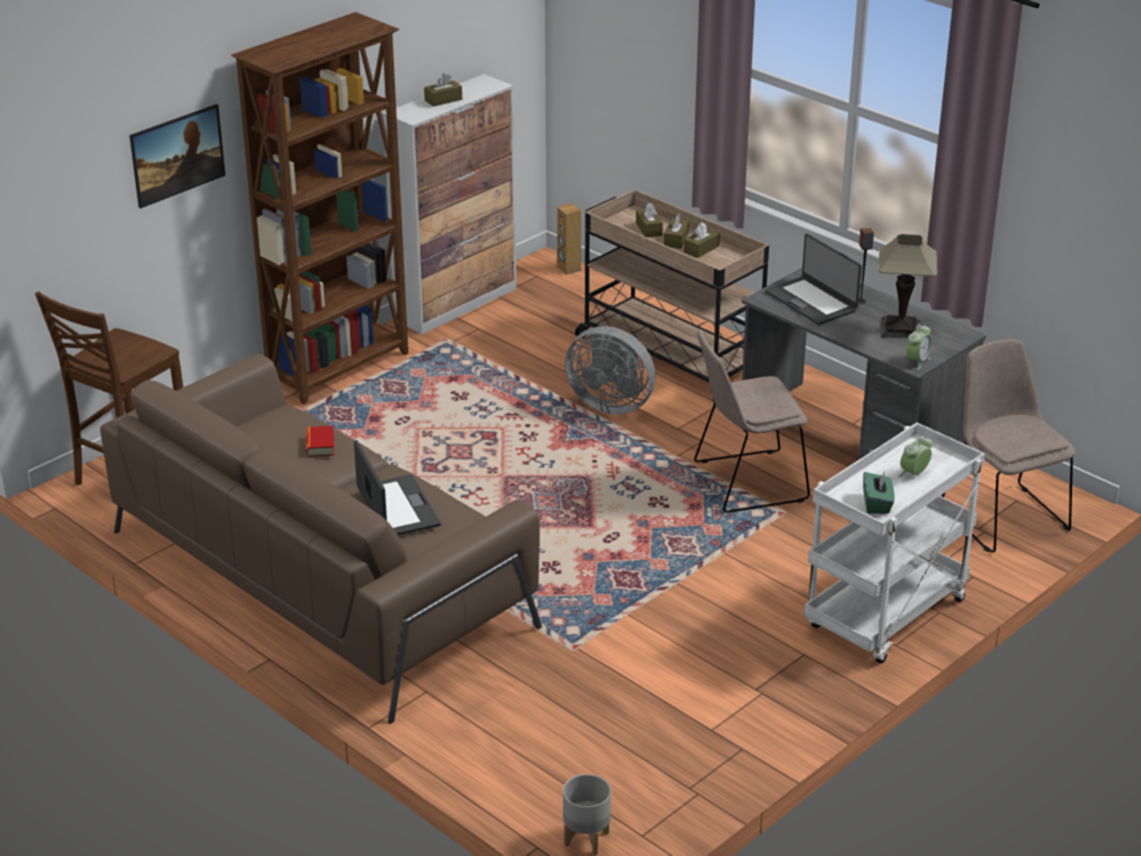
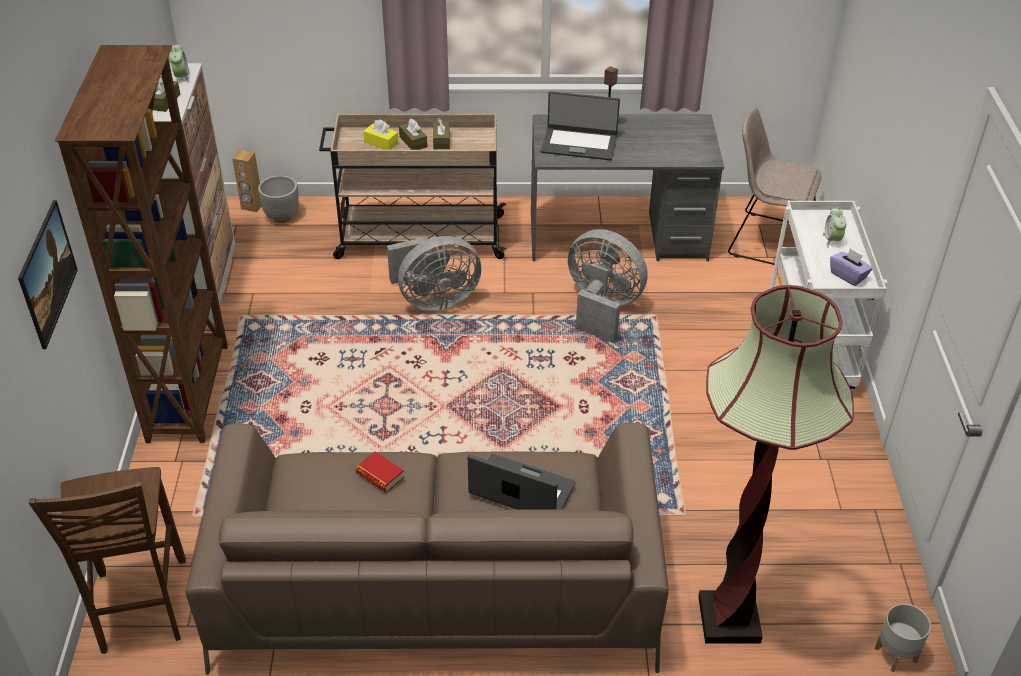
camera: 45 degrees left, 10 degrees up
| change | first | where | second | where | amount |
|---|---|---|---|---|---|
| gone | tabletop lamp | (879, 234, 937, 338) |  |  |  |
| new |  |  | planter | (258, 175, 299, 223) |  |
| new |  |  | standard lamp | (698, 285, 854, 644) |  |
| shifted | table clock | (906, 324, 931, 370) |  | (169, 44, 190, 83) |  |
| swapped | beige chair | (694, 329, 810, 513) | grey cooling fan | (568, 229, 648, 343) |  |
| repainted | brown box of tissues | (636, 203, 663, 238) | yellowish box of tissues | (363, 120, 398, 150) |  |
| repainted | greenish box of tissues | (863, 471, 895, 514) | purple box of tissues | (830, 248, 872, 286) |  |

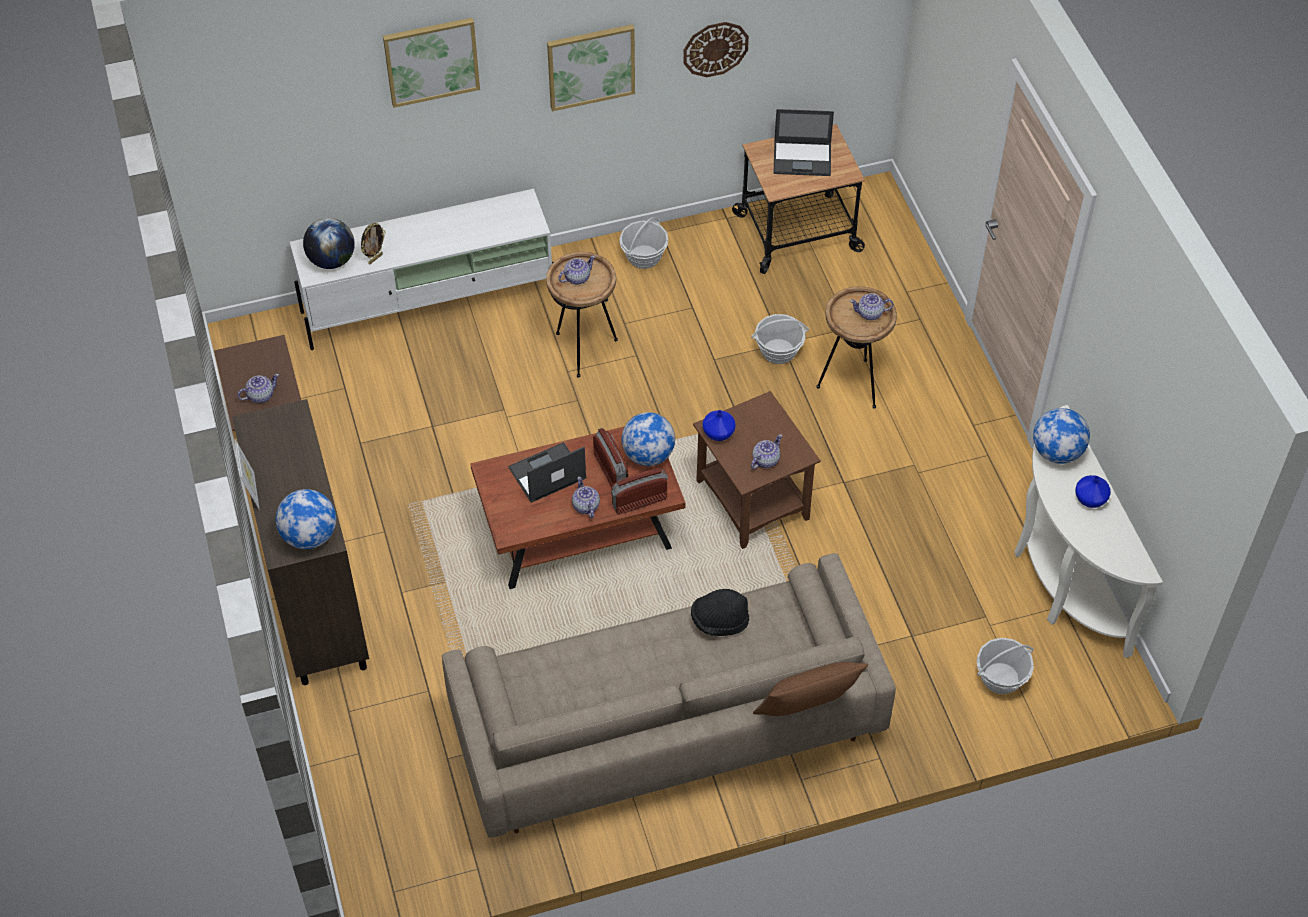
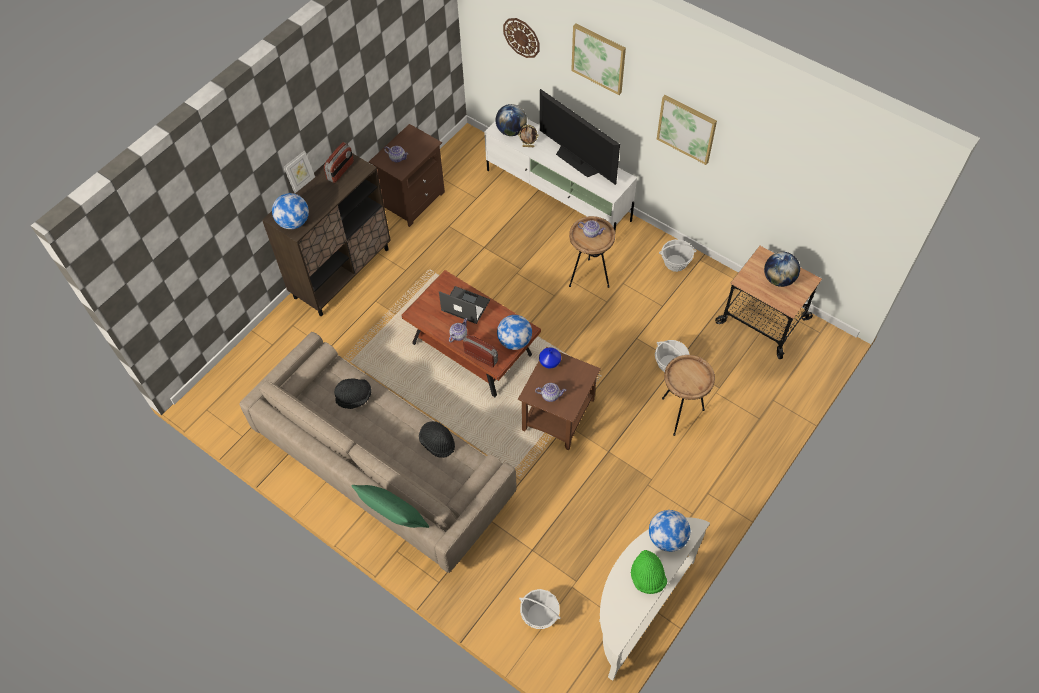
camera: 55 degrees right, 5 degrees up
| change | first | where | second | where | amount |
|---|---|---|---|---|---|
| gone | tea pot | (850, 293, 894, 320) |  |  |  |
| new |  |  | black-coloured clothing hat | (334, 379, 372, 409) |  |
| new |  |  | TV | (540, 89, 620, 185) |  |
| shifted | radio set | (593, 428, 628, 488) |  | (324, 142, 354, 183) |  |
| shifted | clock on the wall | (683, 22, 749, 77) |  | (503, 18, 539, 58) |  |
| swapped | portable computer | (774, 109, 834, 176) | desk globe | (764, 252, 800, 287) |  |
| swapped | bluish decorative vase | (1075, 475, 1111, 508) | greenish clothing hat | (631, 550, 667, 594) |  |
| repainted | brown throw pillow | (753, 662, 868, 716) | greenish throw pillow | (351, 485, 429, 528) |  |

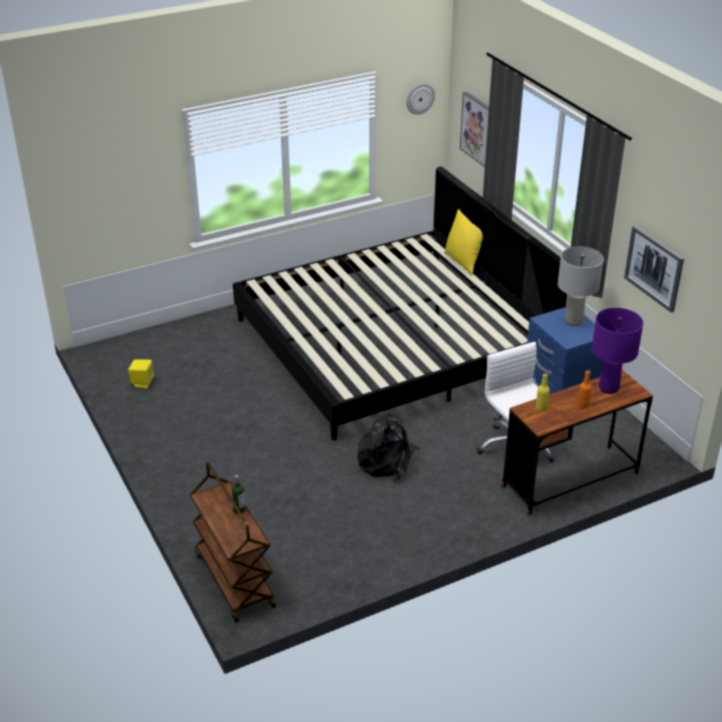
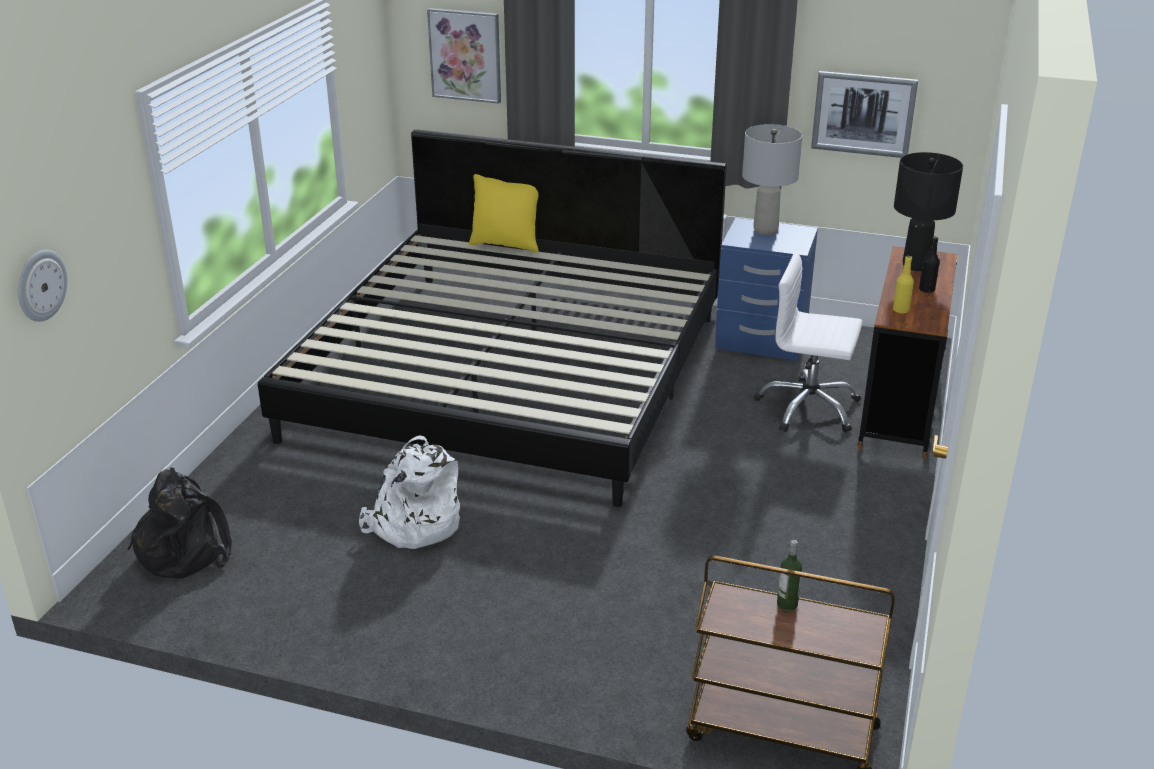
camera: 45 degrees left, 5 degrees down
| change | first | where | second | where | amount |
|---|---|---|---|---|---|
| gone | yellowish loudspeaker | (128, 360, 155, 388) |  |  |  |
| new |  |  | white backpack | (359, 435, 460, 549) |  |
| shifted | black-coloured backpack | (357, 412, 420, 481) |  | (128, 467, 232, 578) |  |
| shifted | clock on the wall | (406, 83, 435, 115) |  | (18, 250, 68, 322) |  |
| repainted | orange-coloured drink bottle | (577, 370, 592, 409) | black-coloured drink bottle | (919, 237, 940, 293) |  |
| repainted | purple tabletop lamp | (592, 308, 643, 394) | black-coloured tabletop lamp | (894, 152, 963, 271) |  |

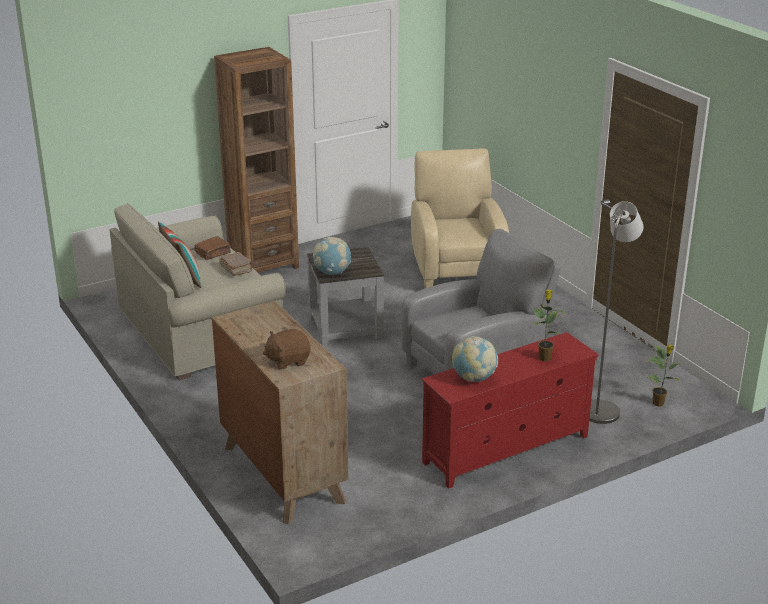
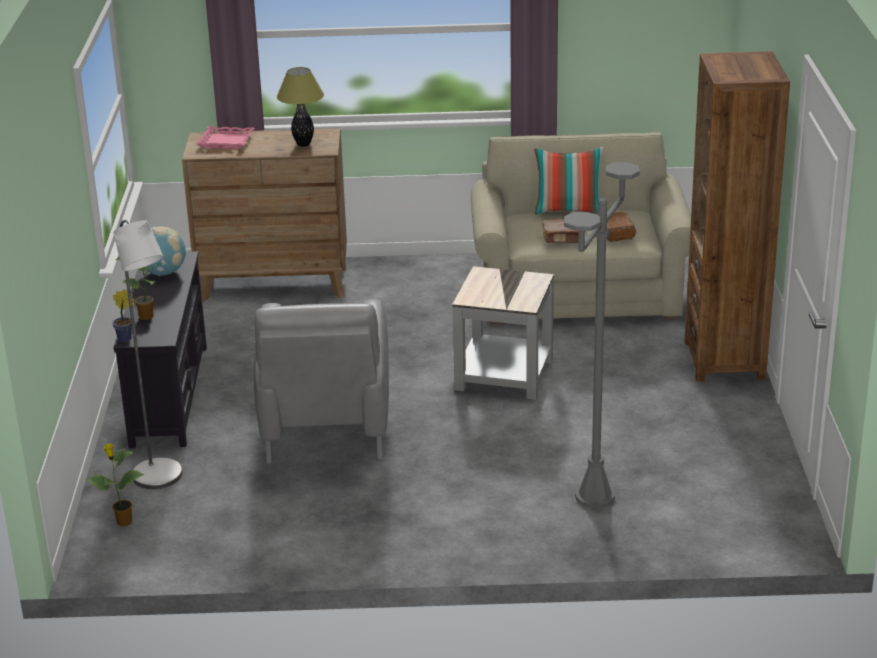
camera: 120 degrees right, 0 degrees up
| change | first | where | second | where | amount |
|---|---|---|---|---|---|
| gone | desk globe | (313, 237, 351, 275) |  |  |  |
| new |  |  | plant in a pot | (112, 289, 135, 342) |  |
| new |  |  | tabletop lamp | (277, 67, 324, 147) |  |
| swapped | brown cuddly toy | (263, 329, 310, 370) | pink tray | (196, 126, 254, 149) |  |
| swapped | beige easy chair | (411, 148, 509, 288) | grey standard lamp | (564, 162, 640, 509) |  |
| repainted | reddish media console | (421, 332, 599, 488) | black-coloured media console | (113, 251, 207, 449) |  |

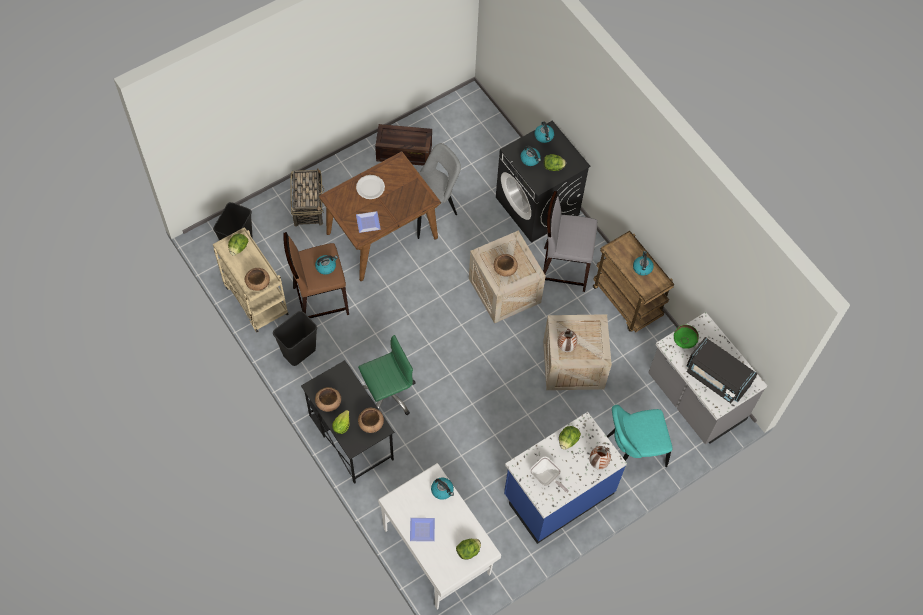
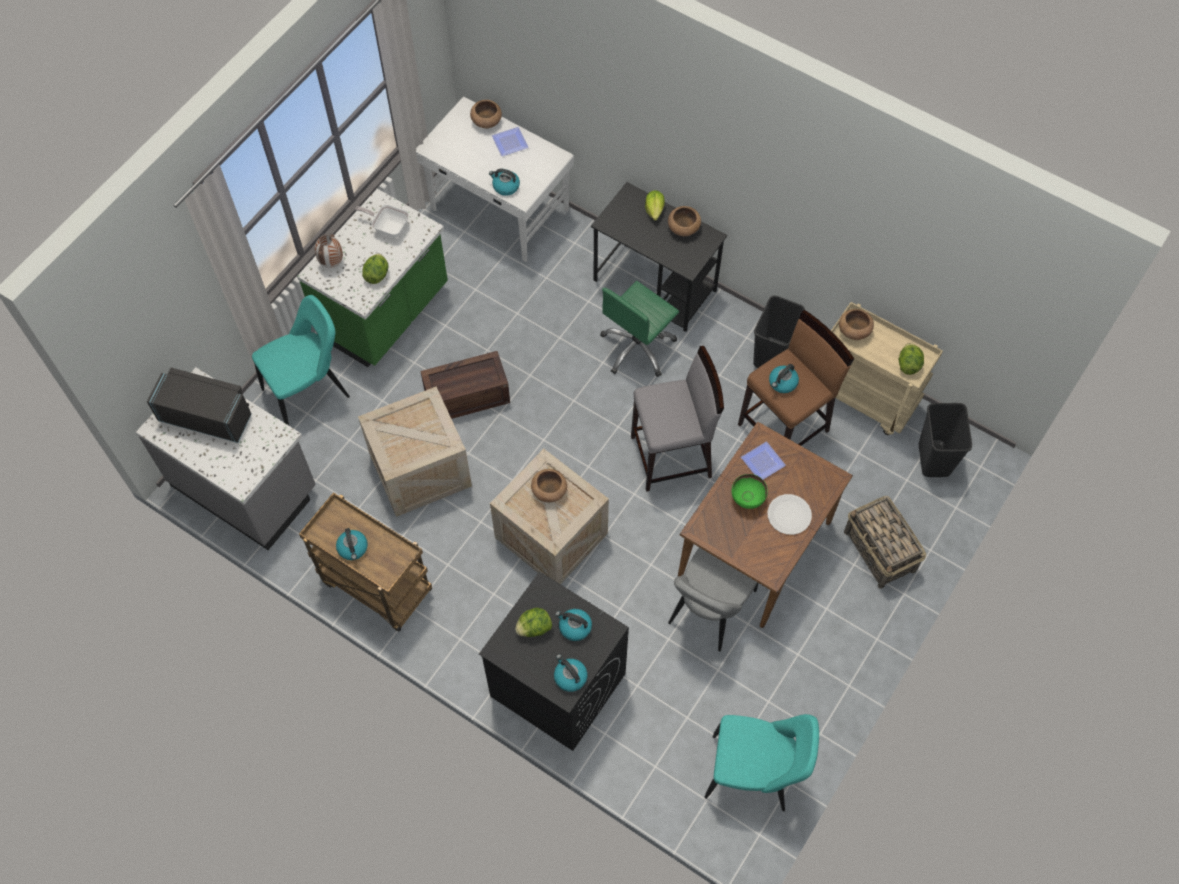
camera: 160 degrees right, 0 degrees up
| change | first | where | second | where | amount |
|---|---|---|---|---|---|
| gone | lettuce | (456, 539, 481, 560) |  |  |  |
| gone | decorative vase | (558, 329, 577, 352) |  |  |  |
| new |  |  | blue-green chair | (705, 714, 819, 811) |  |
| shifted | brown bowl | (358, 408, 384, 433) |  | (470, 100, 502, 128) |  |
| shifted | packing crate | (375, 124, 432, 166) |  | (420, 351, 510, 419) |  |
| shifted | grey stool | (543, 191, 597, 292) |  | (631, 346, 724, 492) |  |
| shifted | greenish bowl | (674, 325, 699, 349) |  | (731, 474, 768, 509) |  |
| repainted | bluish kitchen counter | (504, 412, 627, 544) | greenish kitchen counter | (297, 189, 448, 367) |  |

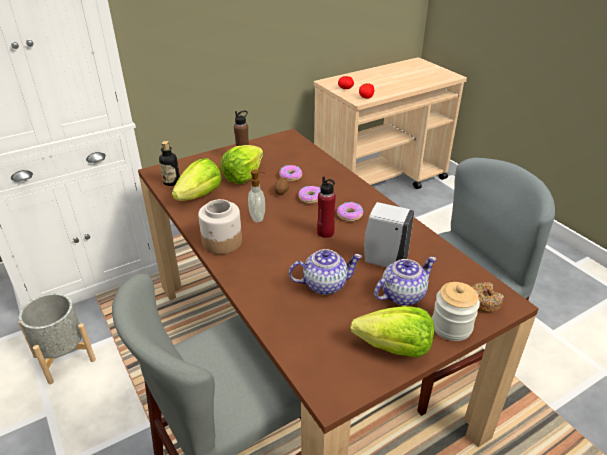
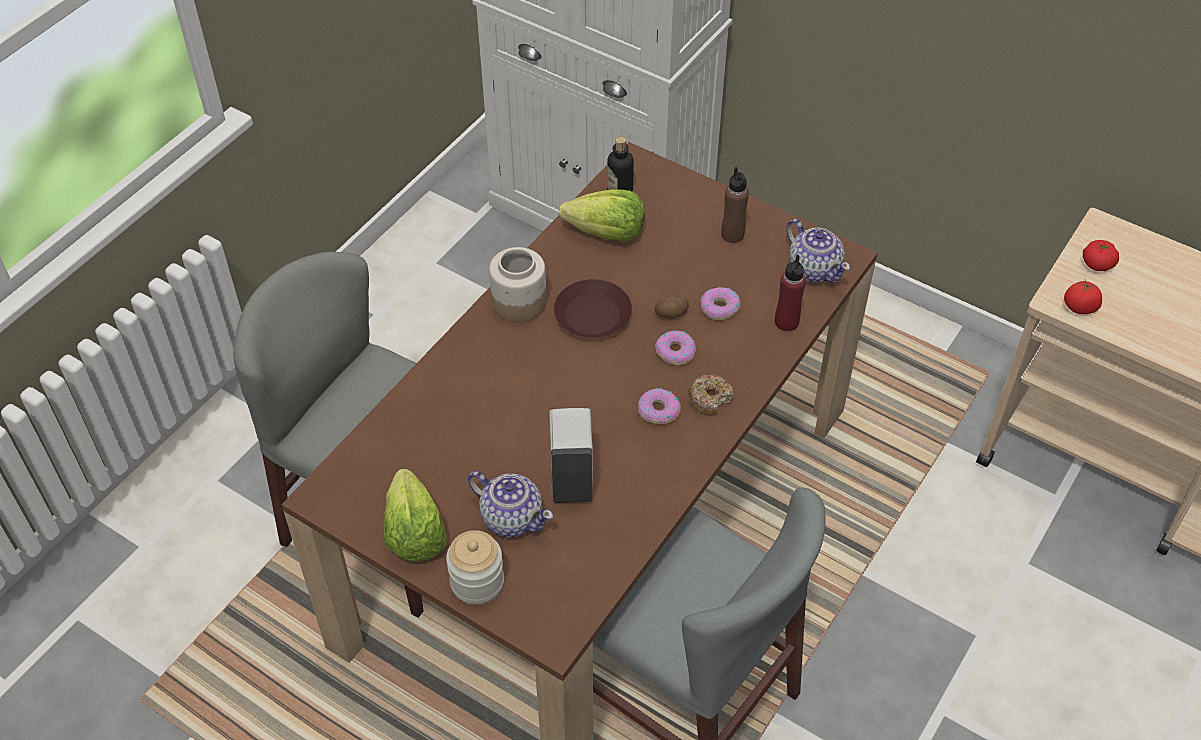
camera: 65 degrees right, 15 degrees up
| change | first | where | second | where | amount |
|---|---|---|---|---|---|
| gone | grey planter | (18, 293, 96, 384) |  |  |  |
| gone | lettuce | (221, 145, 263, 184) |  |  |  |
| shifted | tea pot | (289, 249, 363, 295) |  | (786, 219, 850, 283) |  |
| shifted | reddish drink bottle | (317, 176, 336, 238) |  | (775, 255, 806, 331) |  |
| shifted | ring doughnut | (471, 282, 504, 312) |  | (688, 375, 734, 416) |  |
| swapped | soap bottle | (248, 169, 266, 222) | brown dinner plate | (554, 279, 632, 338) |  |

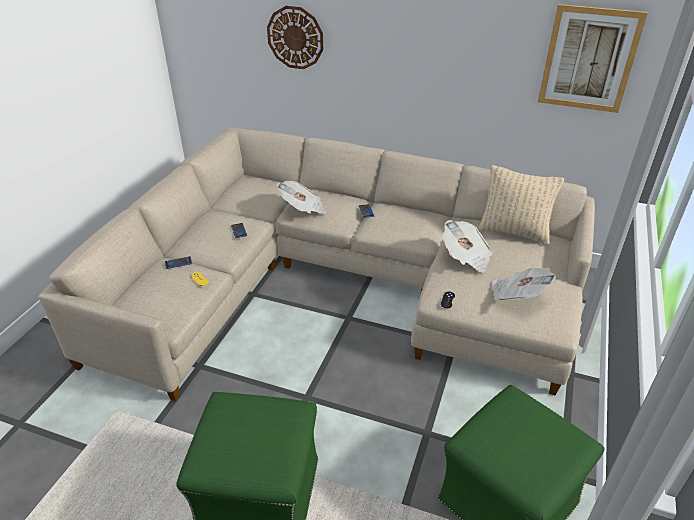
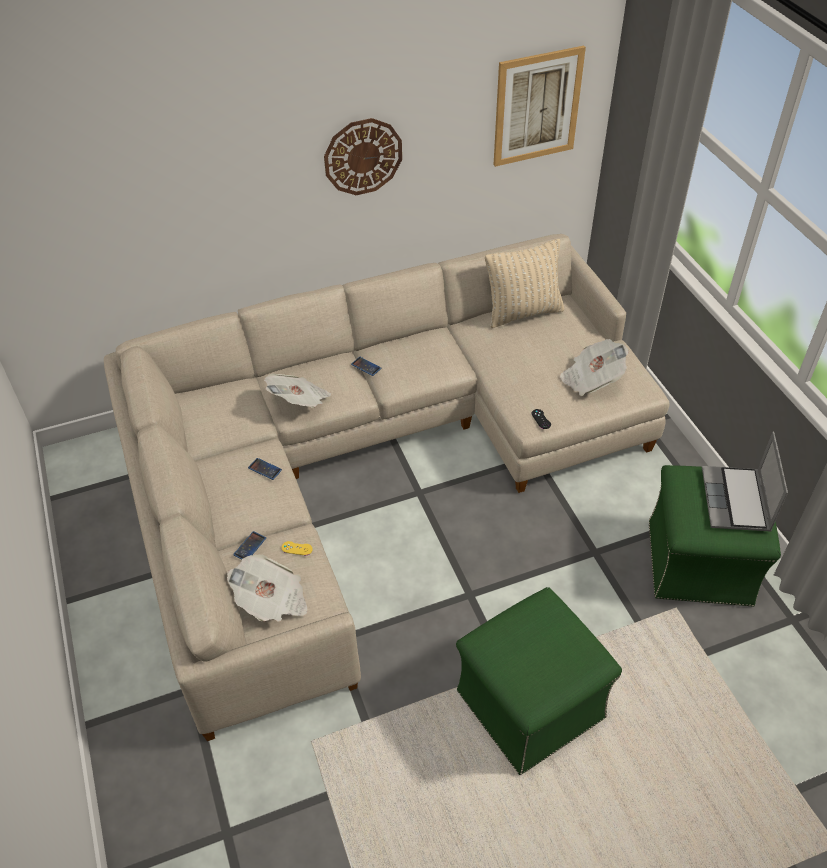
camera: 40 degrees left, 10 degrees up
| change | first | where | second | where | amount |
|---|---|---|---|---|---|
| new |  |  | portable computer | (702, 432, 788, 532) |  |
| shifted | clock on the wall | (267, 6, 323, 69) |  | (324, 118, 402, 195) |  |
| shifted | daily paper | (442, 220, 493, 273) |  | (227, 554, 308, 622) |  |

